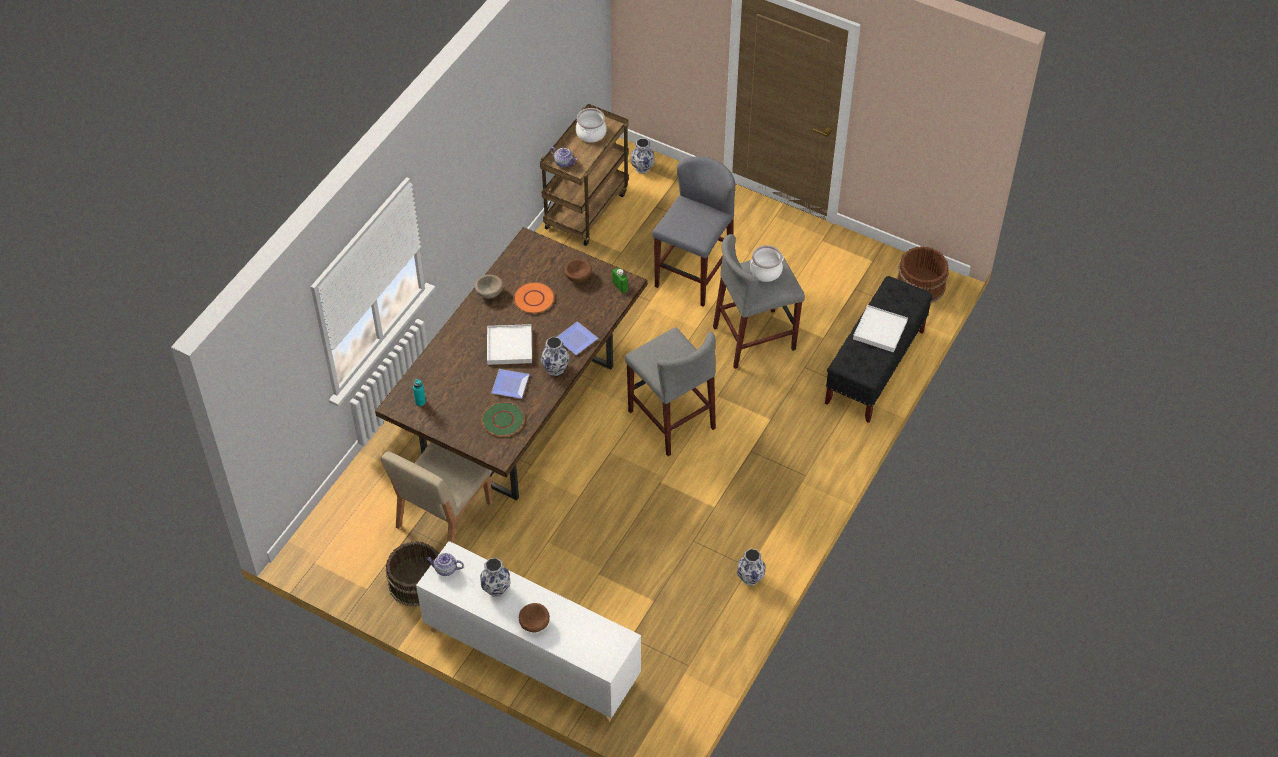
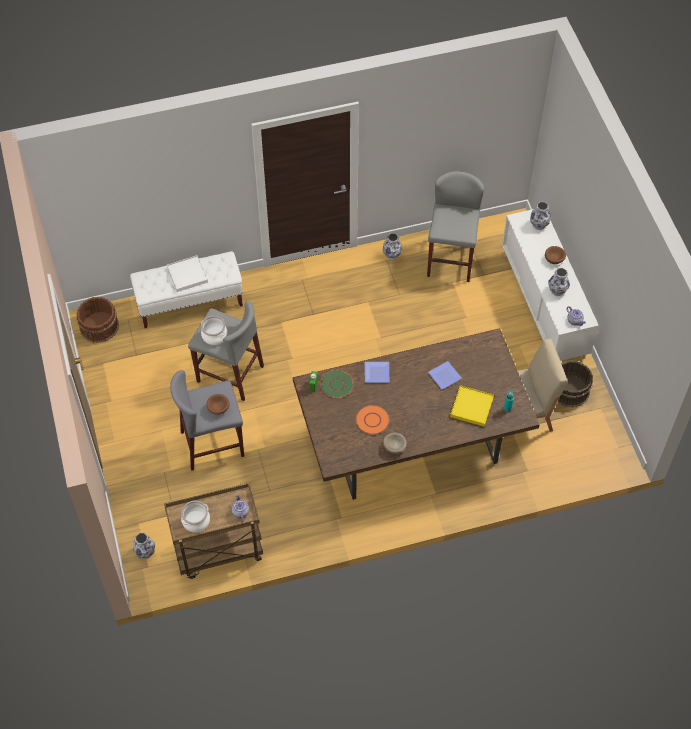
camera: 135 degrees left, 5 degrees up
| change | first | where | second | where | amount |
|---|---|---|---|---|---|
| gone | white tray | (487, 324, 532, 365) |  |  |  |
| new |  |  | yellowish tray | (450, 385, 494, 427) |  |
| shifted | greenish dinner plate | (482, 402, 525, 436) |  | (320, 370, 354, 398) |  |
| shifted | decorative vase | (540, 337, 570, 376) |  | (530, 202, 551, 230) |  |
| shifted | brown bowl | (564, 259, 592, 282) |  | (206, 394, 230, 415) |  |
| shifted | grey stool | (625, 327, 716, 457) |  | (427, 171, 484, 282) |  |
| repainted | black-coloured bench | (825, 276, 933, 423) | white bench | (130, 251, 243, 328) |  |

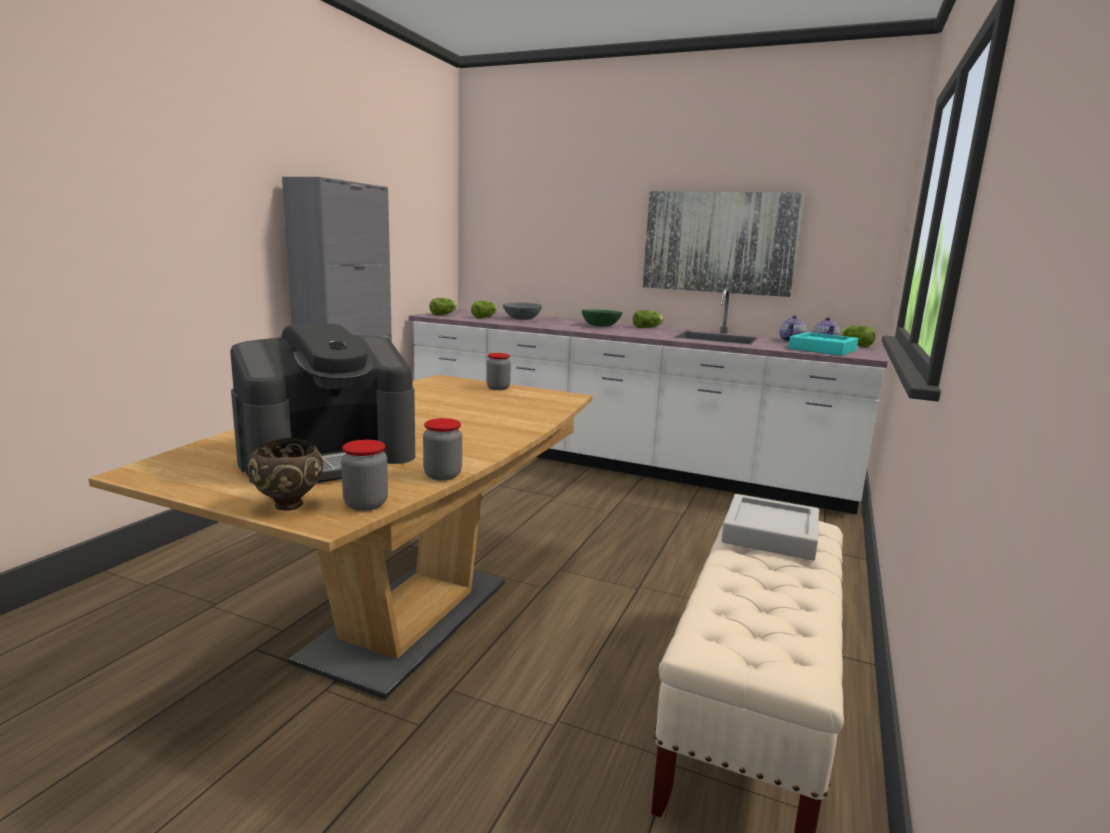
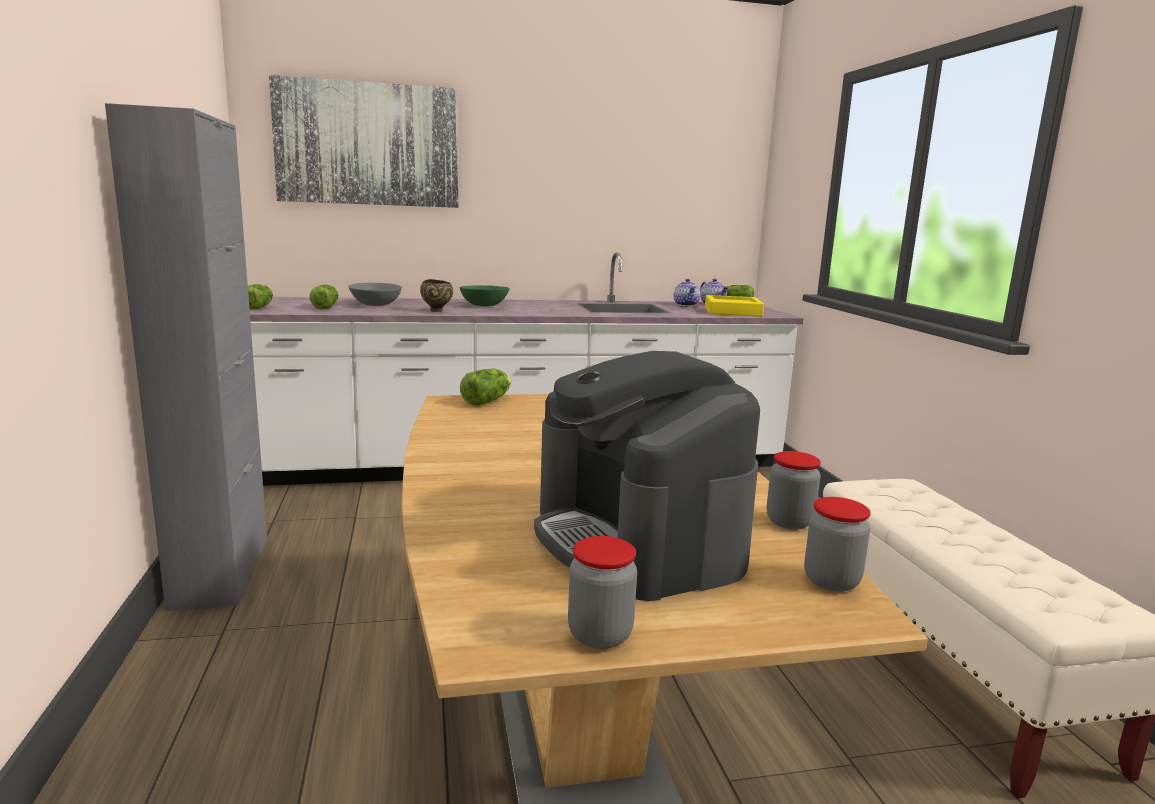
camera: 35 degrees left, 0 degrees up
| change | first | where | second | where | amount |
|---|---|---|---|---|---|
| gone | grey tray | (721, 494, 819, 560) |  |  |  |
| shifted | brown bowl | (248, 438, 323, 511) |  | (420, 279, 453, 312) |  |
| shifted | jar | (487, 353, 511, 390) |  | (568, 536, 637, 649) |  |
| shifted | lettuce | (633, 310, 664, 328) |  | (460, 369, 511, 406) |  |
| shifted | wall picture | (643, 191, 804, 297) |  | (269, 75, 459, 208) |  |
| repainted | blue-green tray | (788, 332, 858, 356) | yellowish tray | (705, 295, 764, 317) |  |
| rotated | coffee maker | (230, 324, 415, 484) |  | (534, 351, 760, 601) | 135 degrees clockwise |

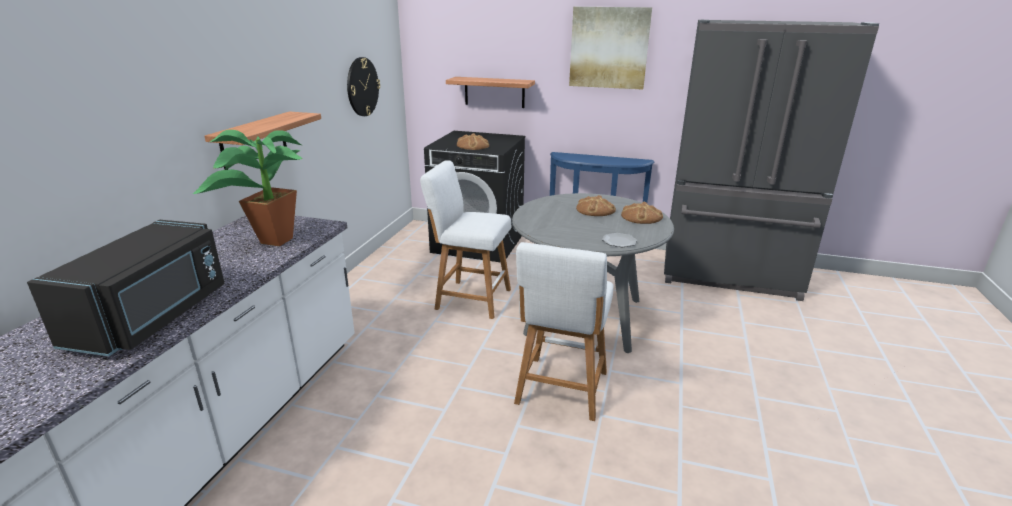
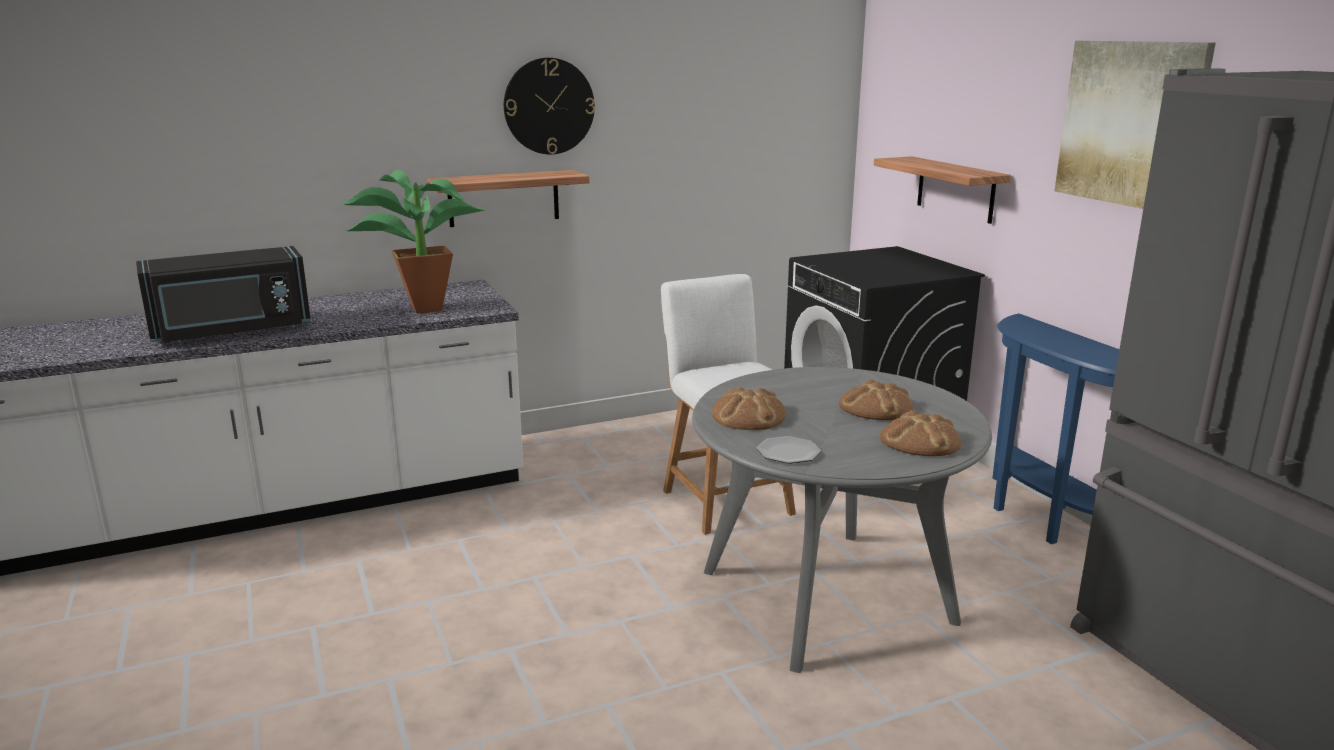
camera: 50 degrees right, 5 degrees down
| change | first | where | second | where | amount |
|---|---|---|---|---|---|
| gone | white stool | (514, 242, 613, 421) |  |  |  |
| shifted | clock on the wall | (347, 57, 380, 116) |  | (504, 58, 595, 155) |  |
| shifted | baked bread | (457, 133, 489, 150) |  | (712, 387, 786, 430) |  |

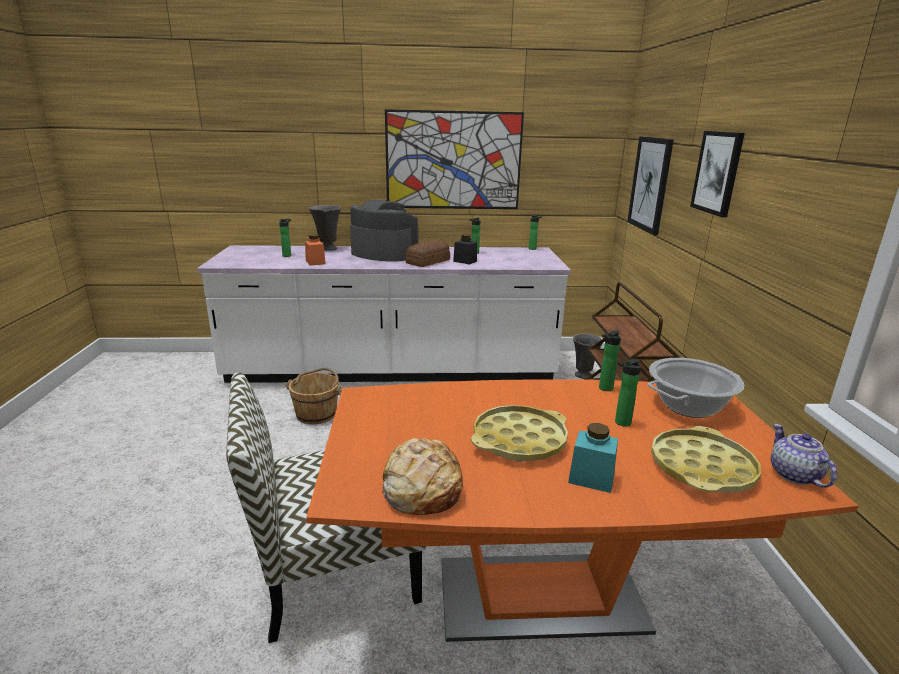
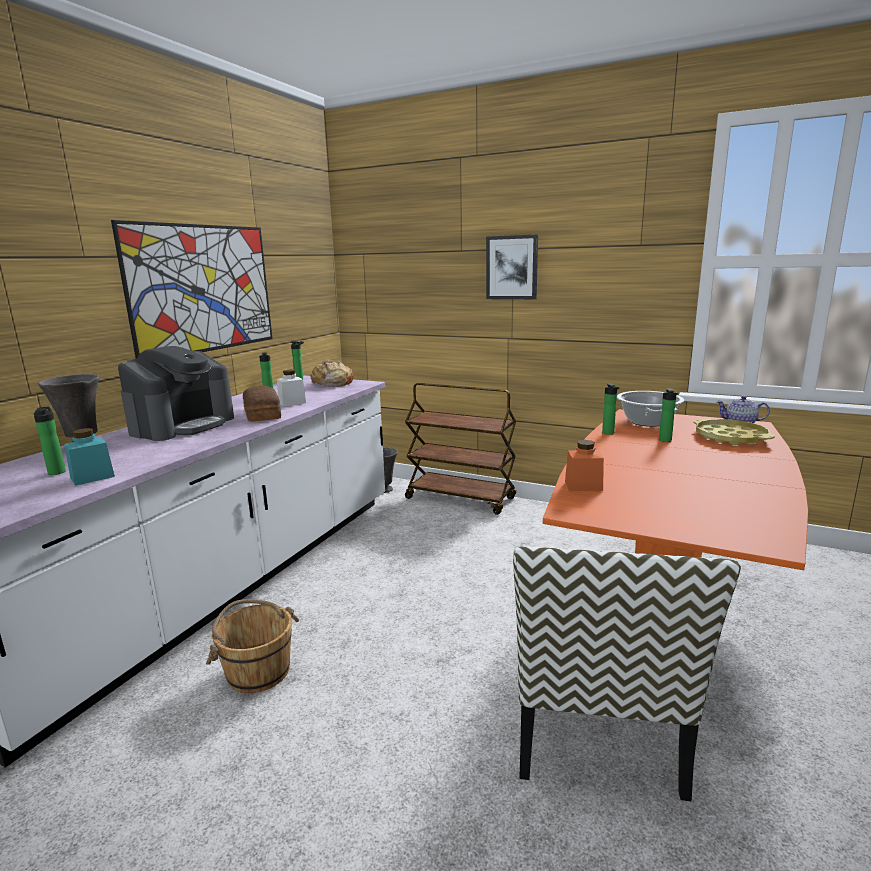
camera: 60 degrees left, 5 degrees down
| change | first | where | second | where | amount |
|---|---|---|---|---|---|
| gone | yellowish tray | (471, 405, 568, 462) |  |  |  |
| gone | wall picture | (627, 136, 674, 235) |  |  |  |
| shifted | orange-coloured jar | (305, 234, 326, 266) |  | (565, 440, 604, 491) |  |
| shifted | baked bread | (382, 438, 463, 515) |  | (310, 361, 354, 387) |  |
| shifted | blue-green jar | (568, 423, 618, 493) |  | (64, 428, 115, 486) |  |
| repainted | black-coloured jar | (453, 234, 477, 264) | white jar | (277, 370, 306, 406) |  |
| rotated | coffee maker | (350, 200, 419, 262) |  | (118, 346, 234, 441) | 150 degrees clockwise |

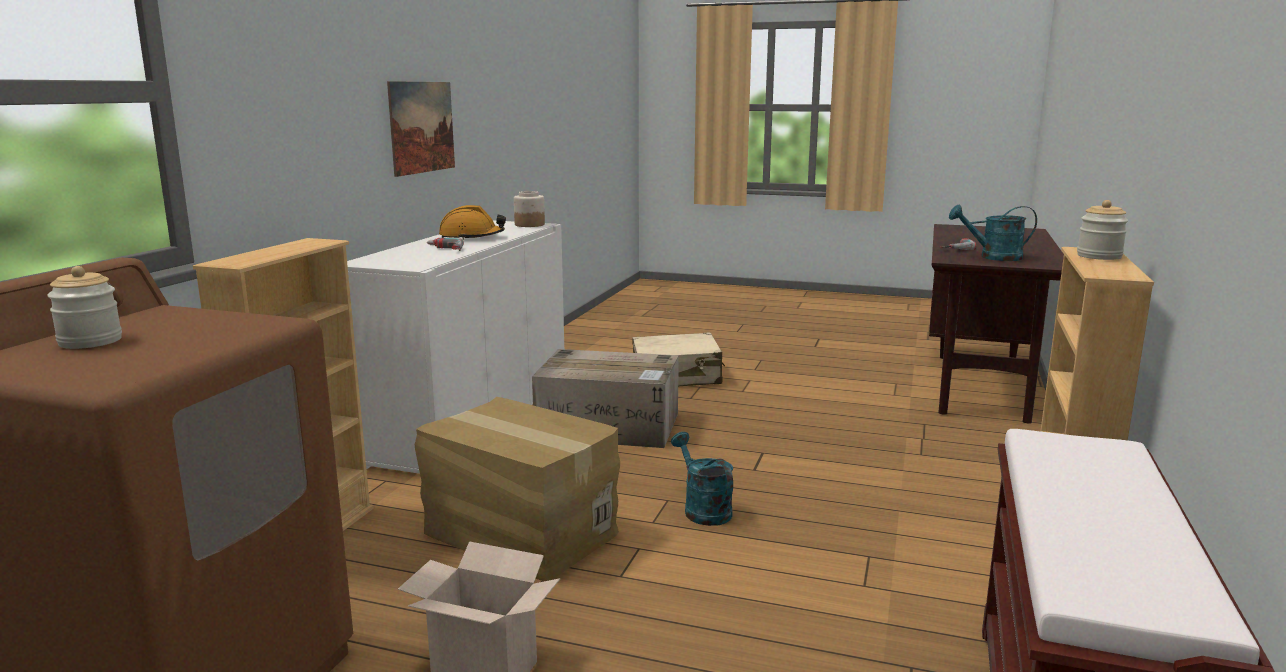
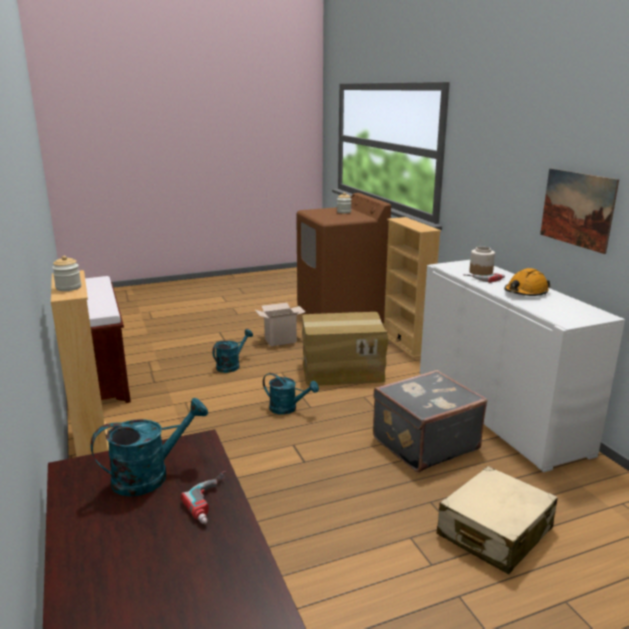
camera: 140 degrees right, 5 degrees up
| change | first | where | second | where | amount |
|---|---|---|---|---|---|
| new |  |  | blue-green watering pot | (212, 329, 253, 373) |  |
| shifted | jar | (514, 191, 545, 227) |  | (469, 246, 495, 276) |  |
| swapped | cardboard box | (532, 349, 679, 448) | grey suitcase | (373, 370, 487, 472) |  |

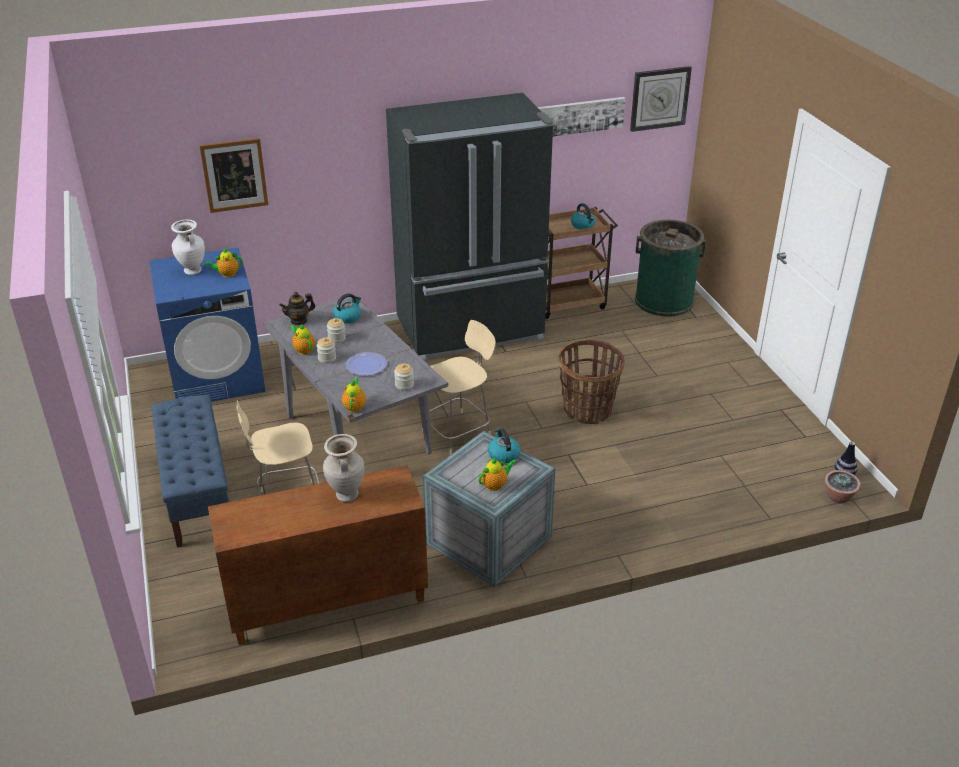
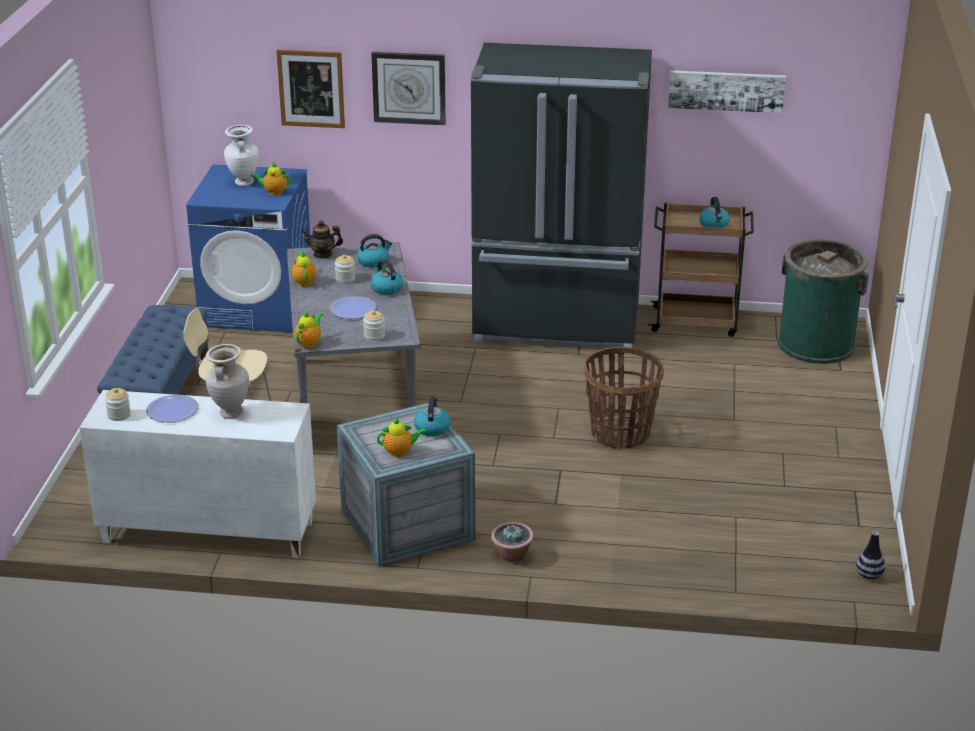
camera: 25 degrees right, 5 degrees down
| change | first | where | second | where | amount |
|---|---|---|---|---|---|
| gone | beige chair | (422, 320, 496, 455) |  |  |  |
| new |  |  | dinner plate | (146, 395, 199, 423) |  |
| new |  |  | water kettle | (370, 260, 403, 295) |  |
| shifted | jar | (317, 337, 336, 364) |  | (105, 388, 131, 421) |  |
| shifted | clock on the wall | (630, 66, 692, 132) |  | (371, 52, 446, 125) |  |
| shifted | plant in a pot | (824, 470, 861, 503) |  | (491, 522, 534, 563) |  |
| repainted | brown storage cabinet | (208, 465, 428, 645) | white storage cabinet | (79, 390, 316, 558) |  |

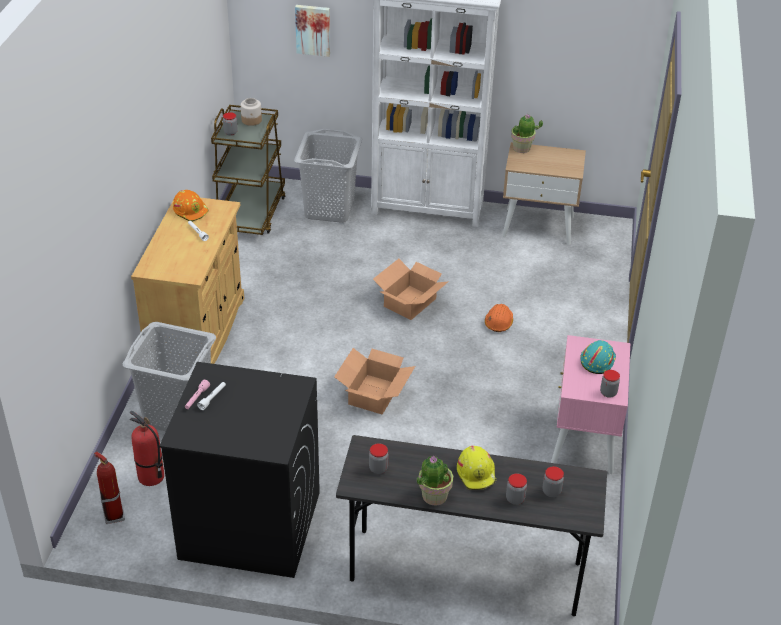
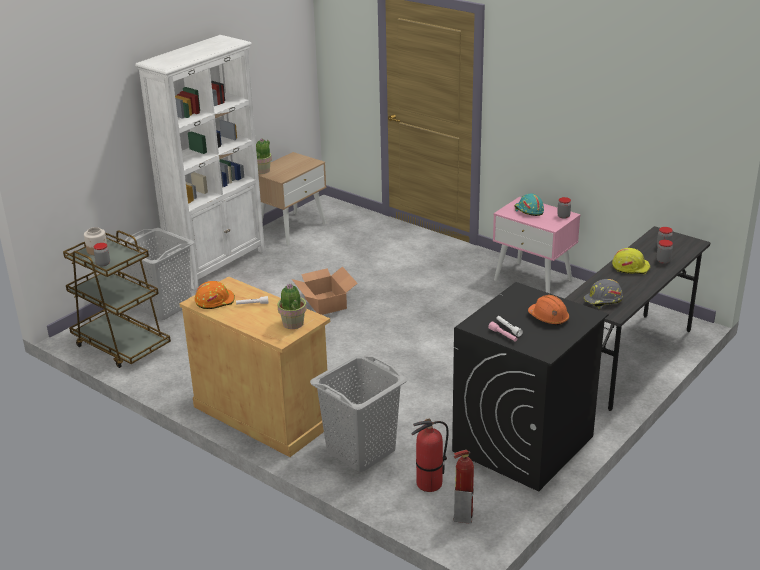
camera: 60 degrees left, 10 degrees down
| change | first | where | second | where | amount |
|---|---|---|---|---|---|
| gone | wall picture | (295, 5, 330, 57) |  |  |  |
| gone | cardboard box | (334, 348, 415, 415) |  |  |  |
| shifted | plant in a pot | (417, 455, 453, 506) |  | (277, 284, 307, 329) |  |
| shifted | orange-coloured hard hat | (485, 304, 513, 332) |  | (528, 295, 569, 325) |  |
| swapped | jar | (369, 443, 388, 474) | grey hard hat | (584, 279, 623, 309) |  |

